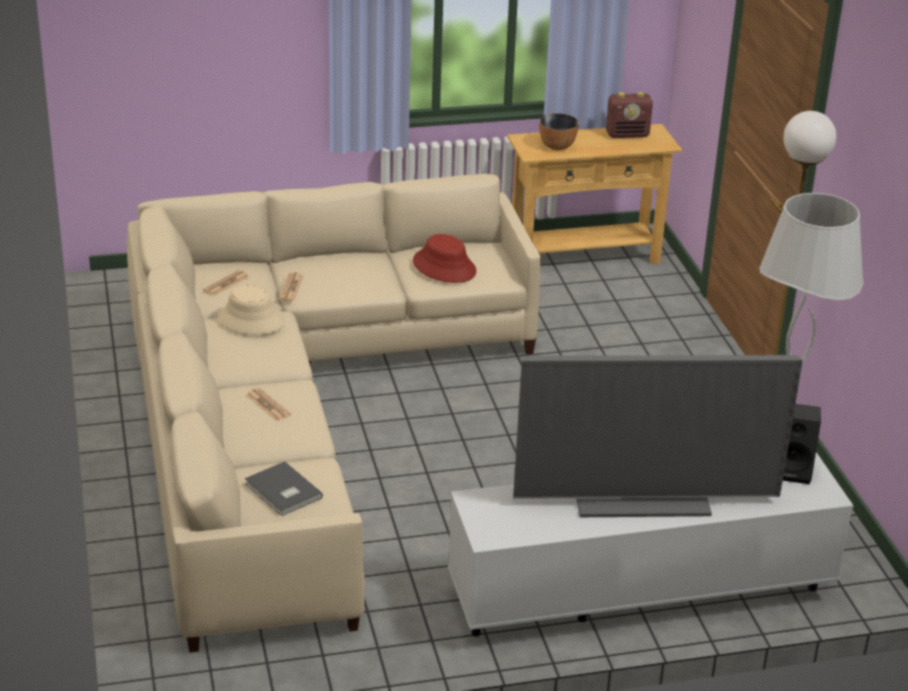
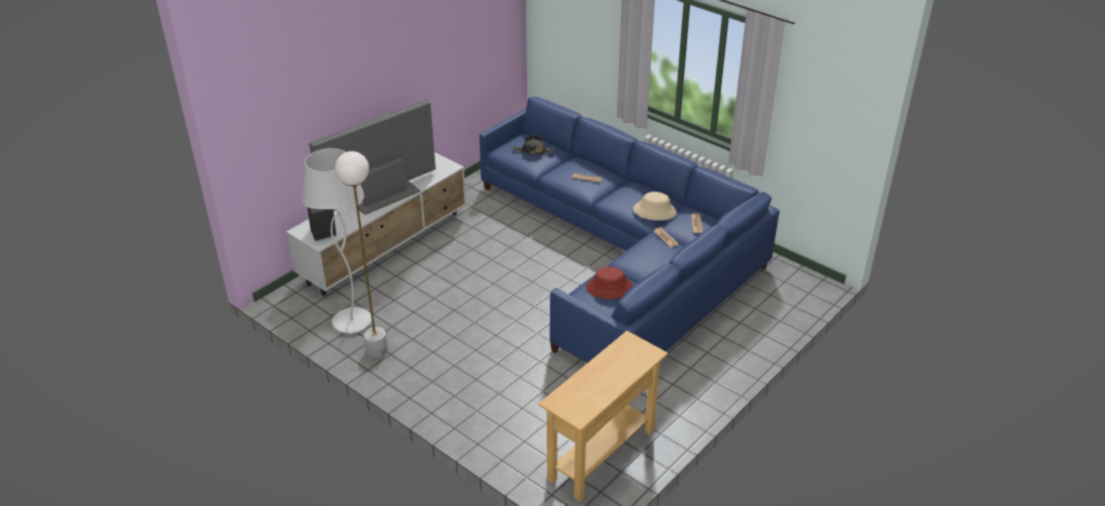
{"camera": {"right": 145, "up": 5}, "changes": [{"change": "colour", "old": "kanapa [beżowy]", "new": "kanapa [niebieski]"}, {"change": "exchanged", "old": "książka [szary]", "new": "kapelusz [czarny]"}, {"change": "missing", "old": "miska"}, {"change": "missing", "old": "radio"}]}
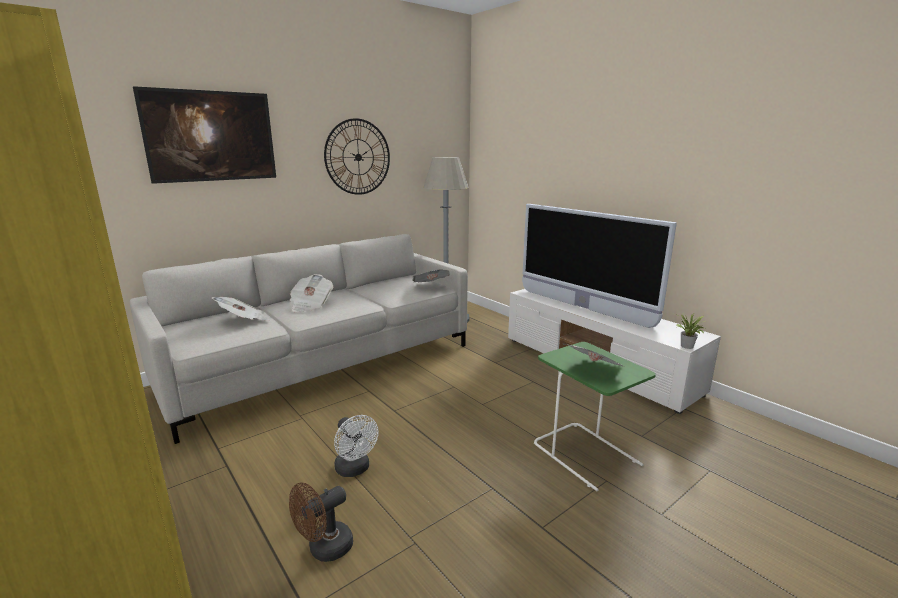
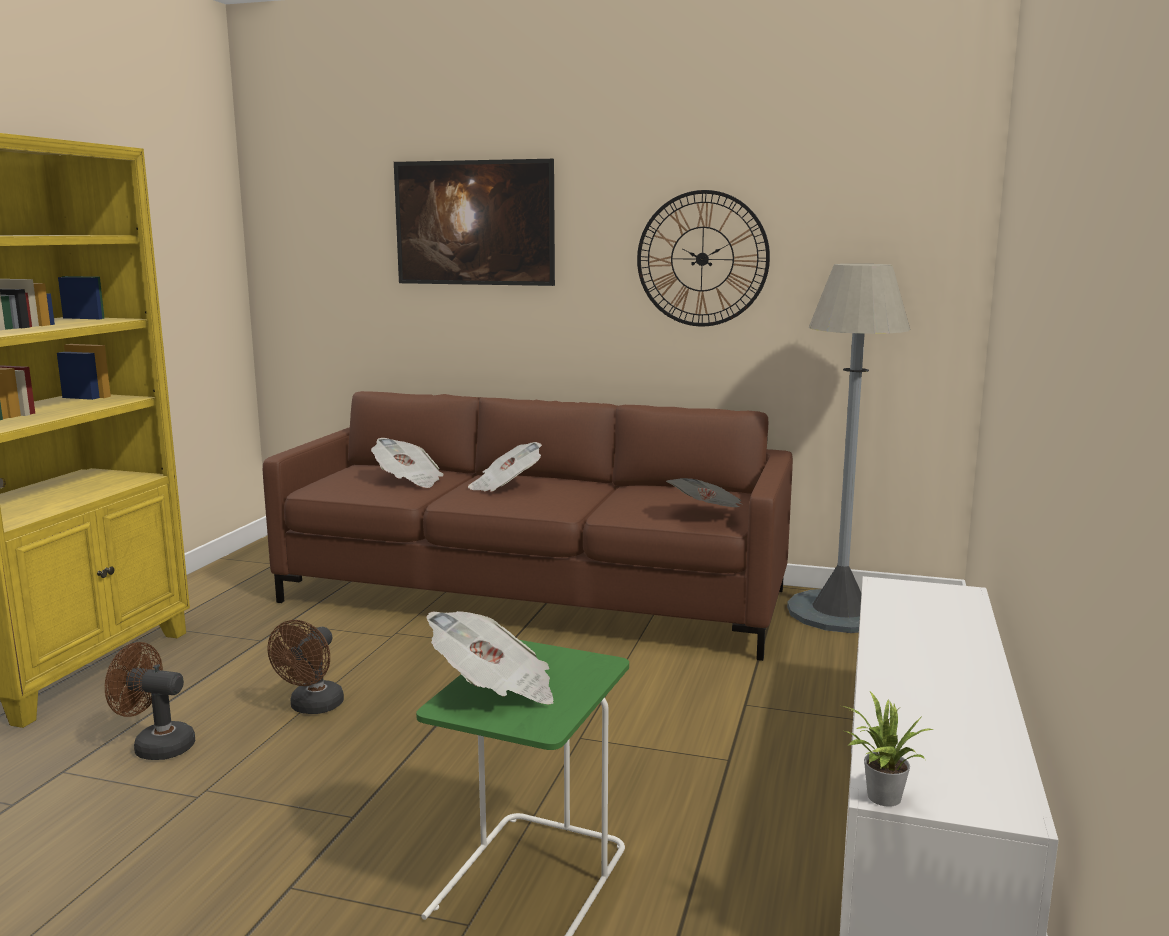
{"camera": {"right": 55, "up": -5}, "changes": [{"change": "colour", "old": "kanapa [szary]", "new": "kanapa [brązowy]"}, {"change": "colour", "old": "wentylator [biały]", "new": "wentylator [brązowy] (no. 2 from left)"}, {"change": "missing", "old": "telewizor"}]}
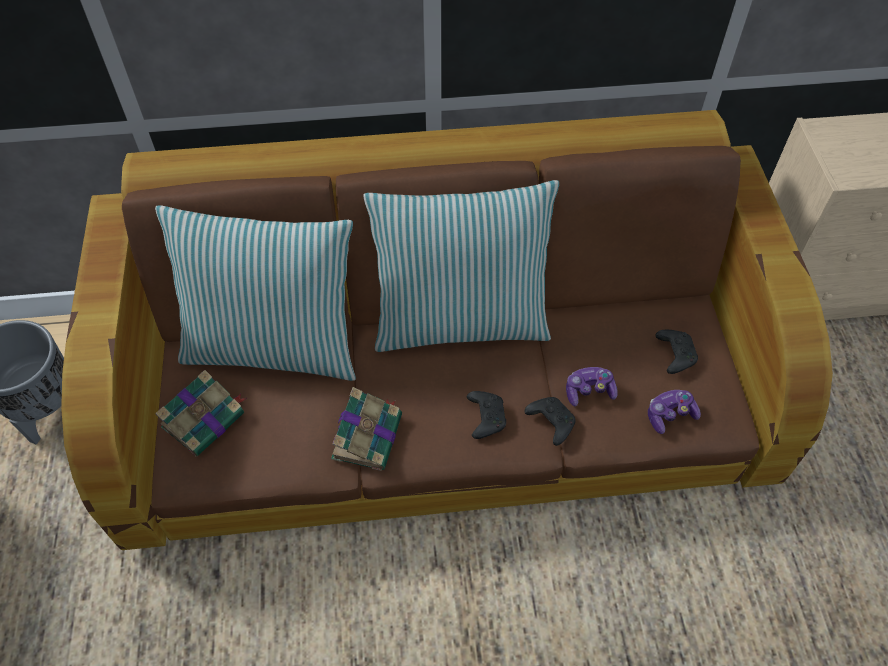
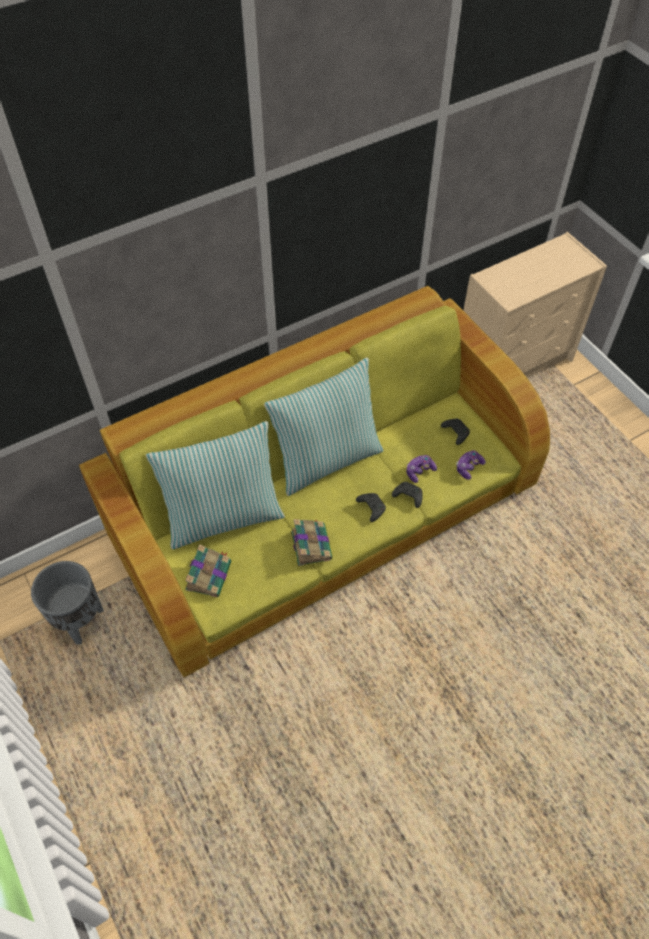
{"camera": {"right": -25, "up": 0}, "changes": [{"change": "colour", "old": "kanapa [brązowy]", "new": "kanapa [zielony]"}]}
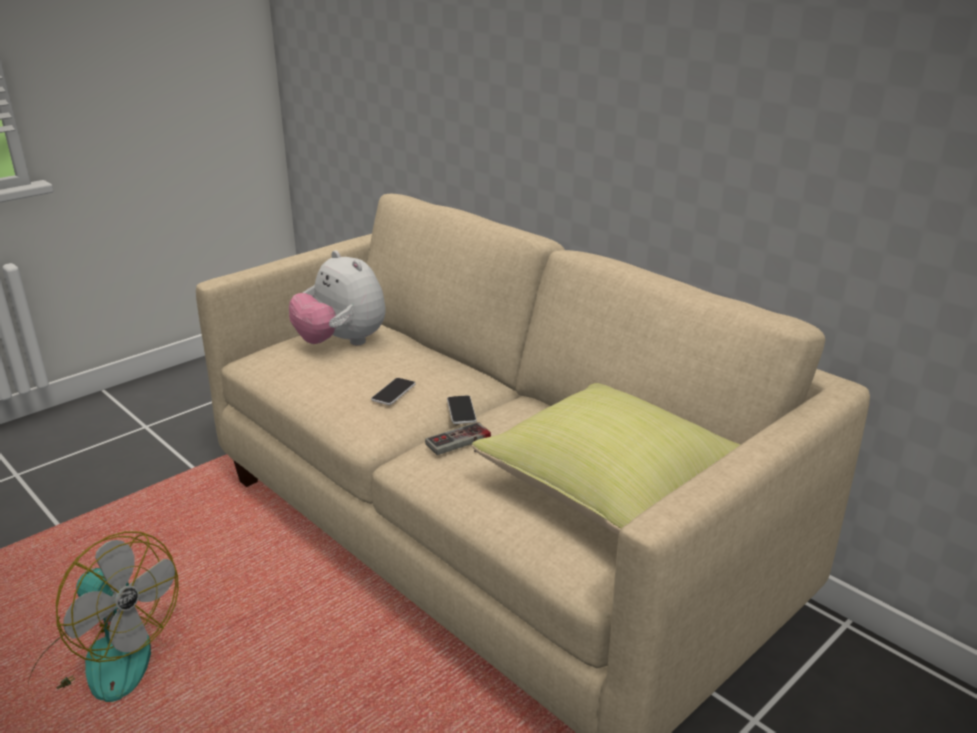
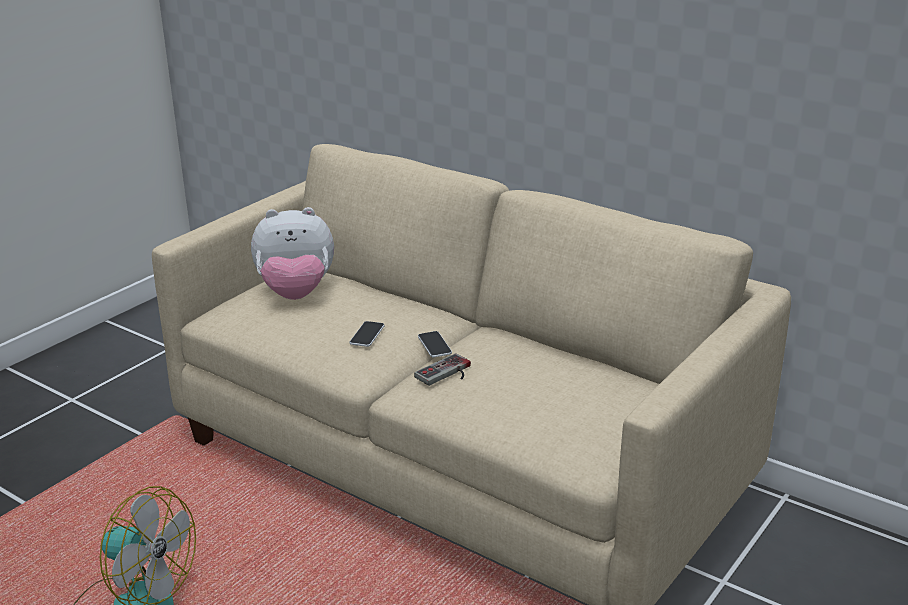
{"camera": {"right": -10, "up": 0}, "changes": [{"change": "spun", "old": "pluszak", "degrees": -45}, {"change": "missing", "old": "poduszka [żółty]"}]}
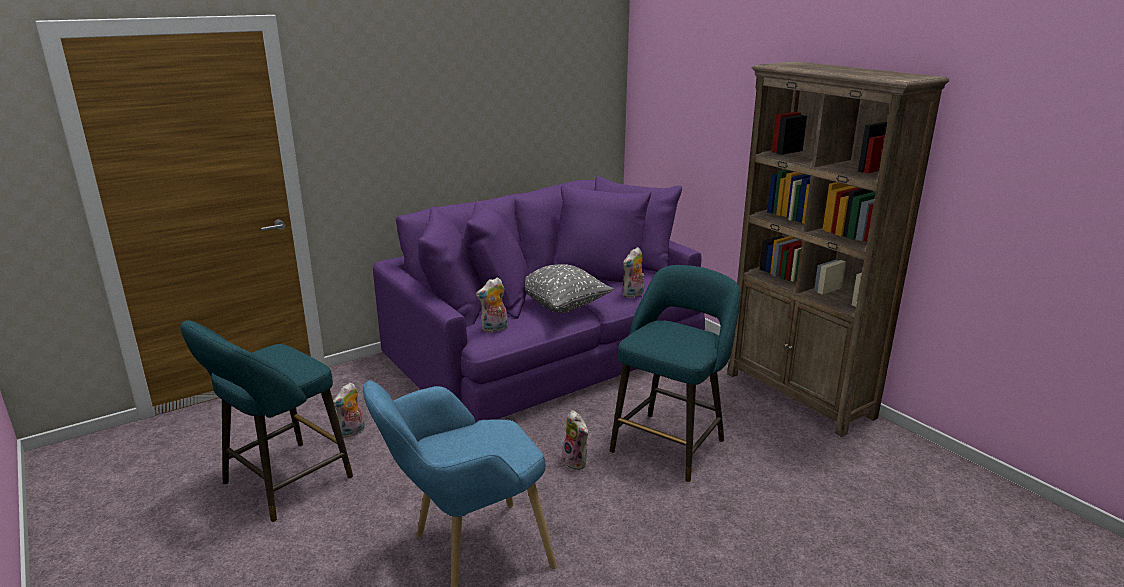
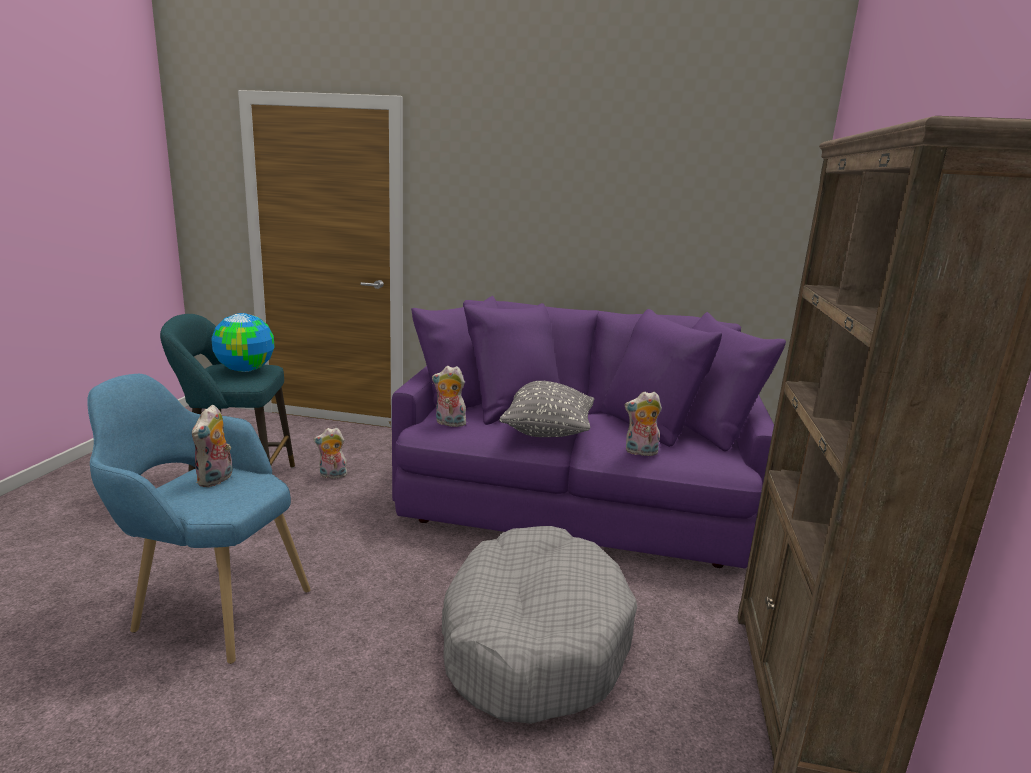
{"camera": {"right": 45, "up": -5}, "changes": [{"change": "relocated", "old": "pluszak (no. 3 from left in the first image)", "new": "pluszak (no. 1 from left)"}, {"change": "exchanged", "old": "stołek [turkusowy] (no. 2 from left)", "new": "legowisko [szary]"}, {"change": "appeared", "new": "globus"}]}
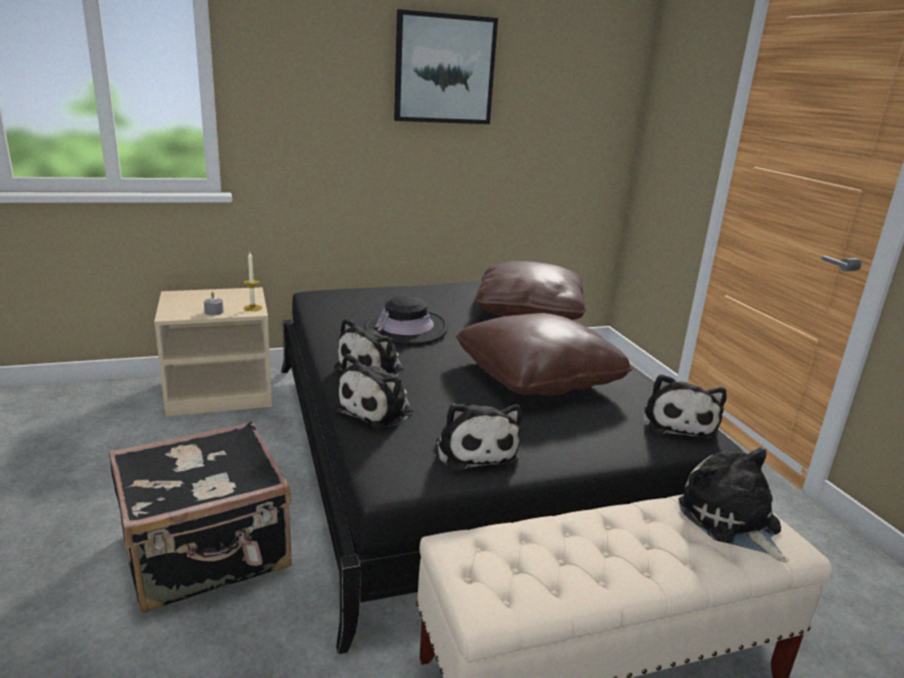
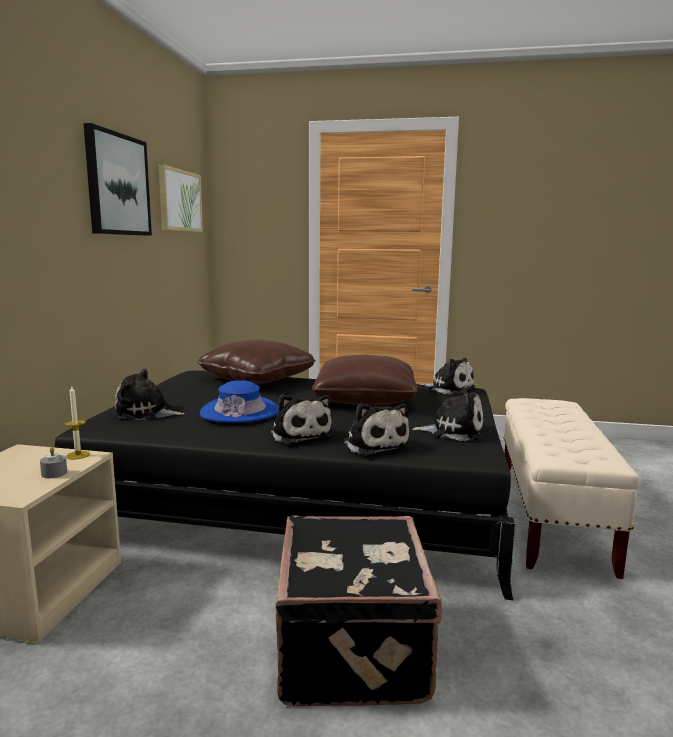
{"camera": {"right": -60, "up": -10}, "changes": [{"change": "colour", "old": "kapelusz [czarny]", "new": "kapelusz [niebieski]"}, {"change": "relocated", "old": "pluszak (no. 5 from left in the first image)", "new": "pluszak (no. 1 from left)"}, {"change": "appeared", "new": "obraz (no. 2 from left)"}]}
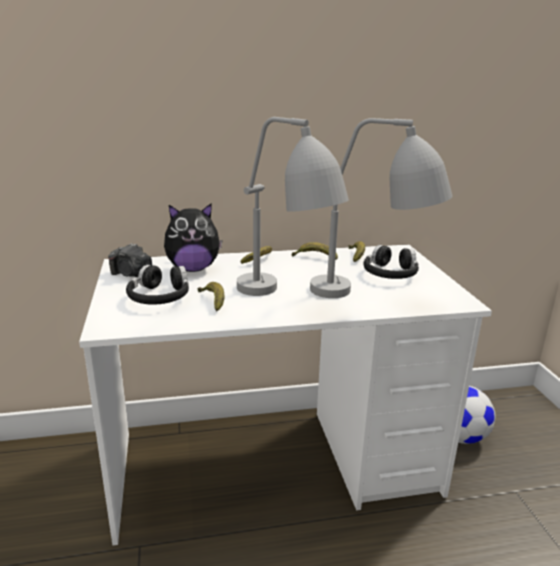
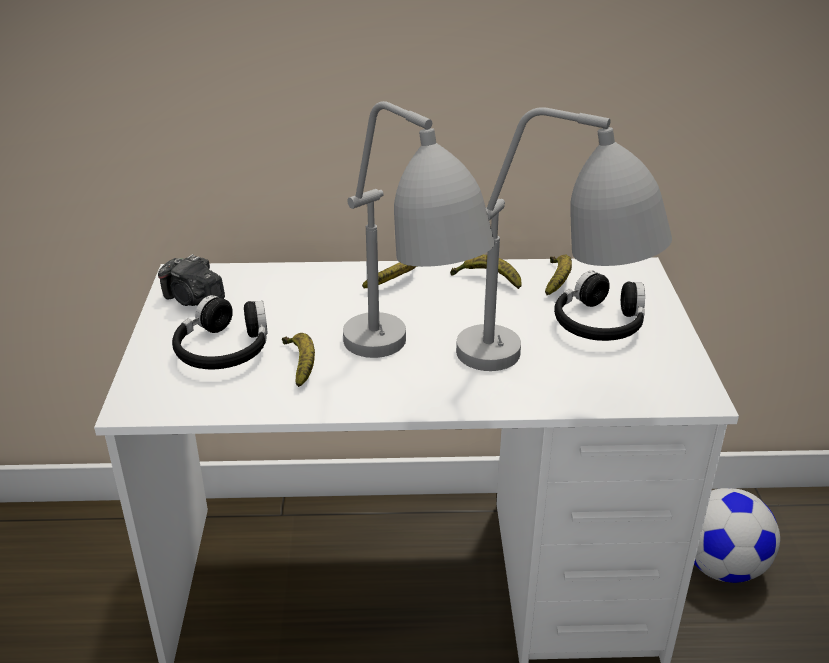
{"camera": {"right": 10, "up": 10}, "changes": [{"change": "missing", "old": "pluszak"}]}
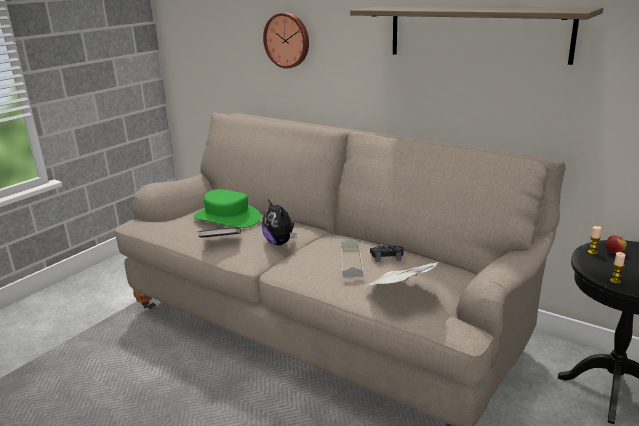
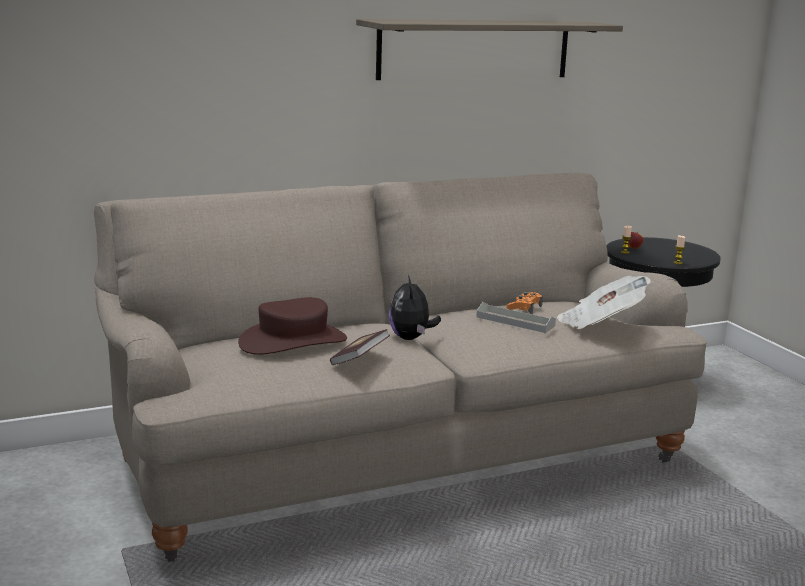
{"camera": {"right": -60, "up": -5}, "changes": [{"change": "colour", "old": "kapelusz [zielony]", "new": "kapelusz [brązowy]"}, {"change": "spun", "old": "pluszak", "degrees": 90}, {"change": "missing", "old": "zegar ścienny"}, {"change": "colour", "old": "pad do gier [czarny]", "new": "pad do gier [pomarańczowy]"}]}
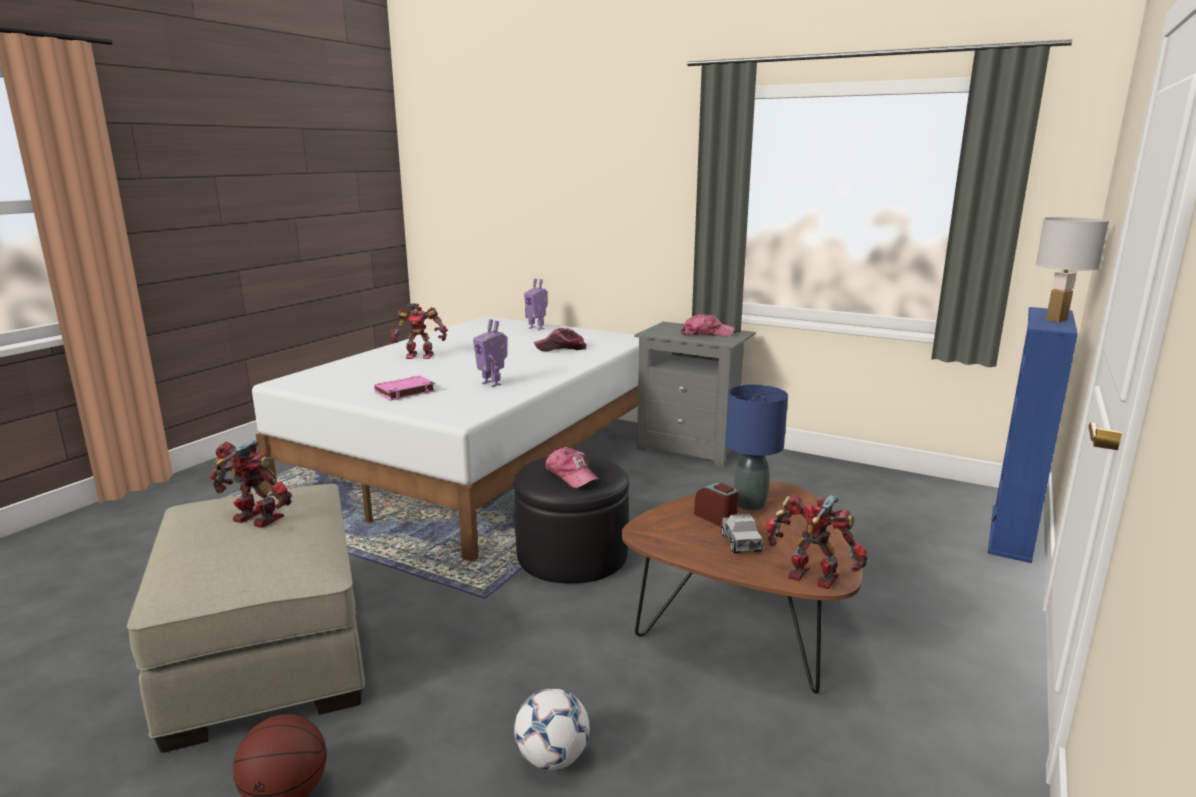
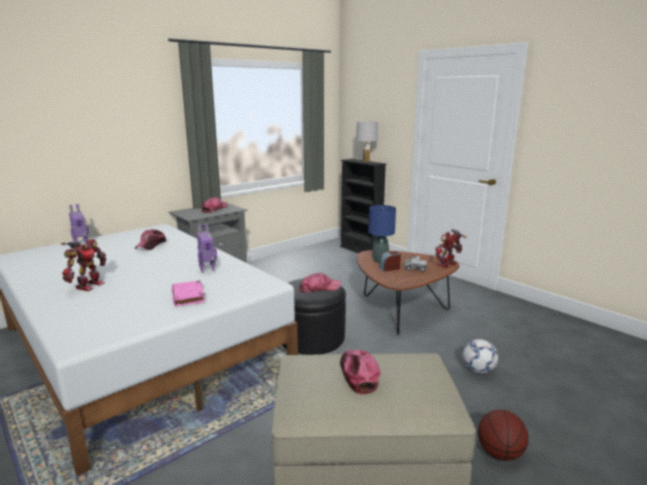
{"camera": {"right": -70, "up": 0}, "changes": [{"change": "exchanged", "old": "robot zabawkowy (no. 1 from left)", "new": "czapka z daszkiem (no. 4 from left)"}, {"change": "colour", "old": "regał [niebieski]", "new": "regał [czarny]"}]}
